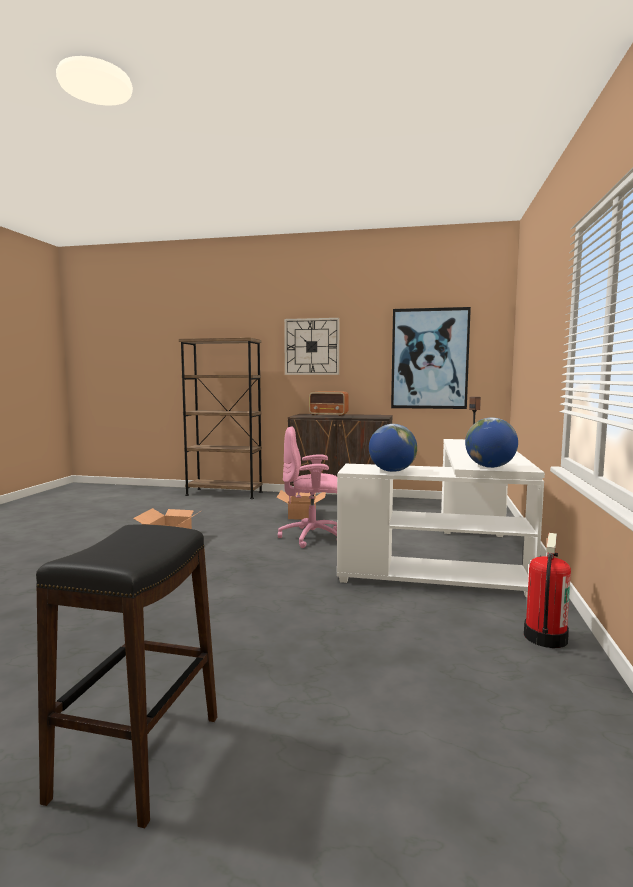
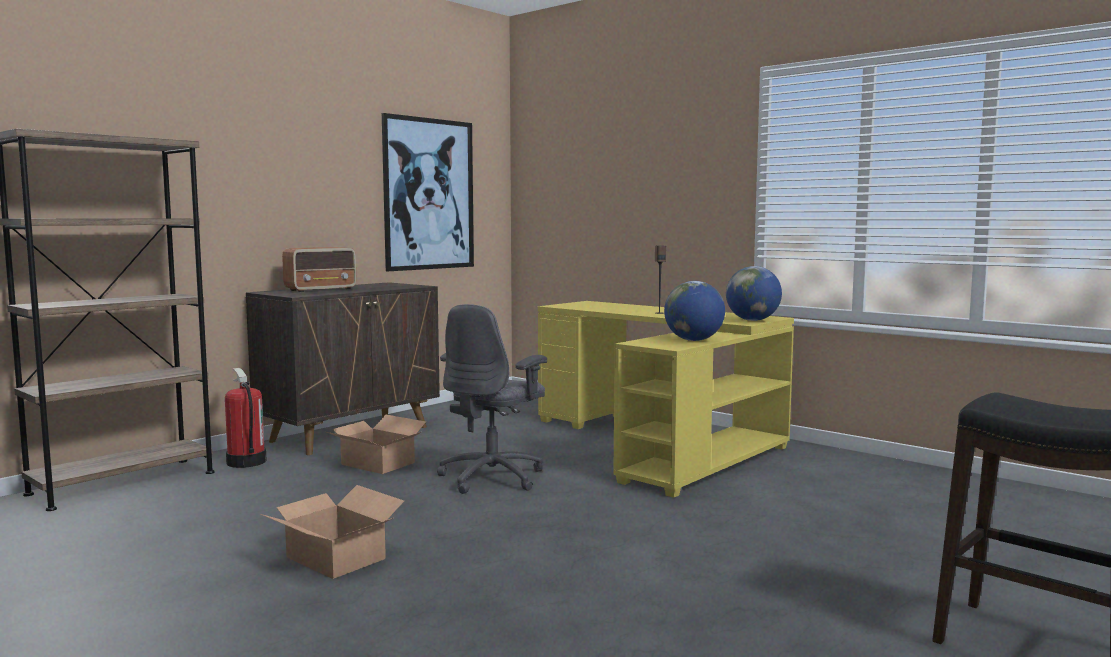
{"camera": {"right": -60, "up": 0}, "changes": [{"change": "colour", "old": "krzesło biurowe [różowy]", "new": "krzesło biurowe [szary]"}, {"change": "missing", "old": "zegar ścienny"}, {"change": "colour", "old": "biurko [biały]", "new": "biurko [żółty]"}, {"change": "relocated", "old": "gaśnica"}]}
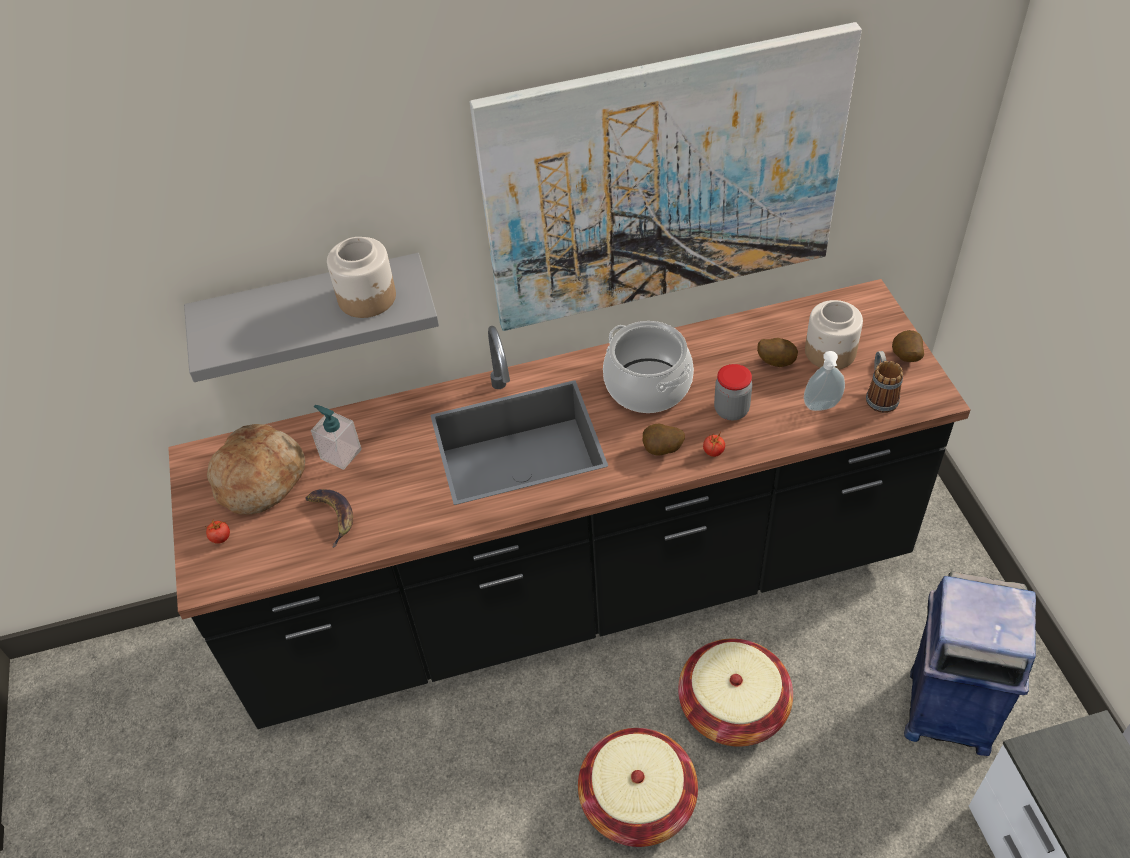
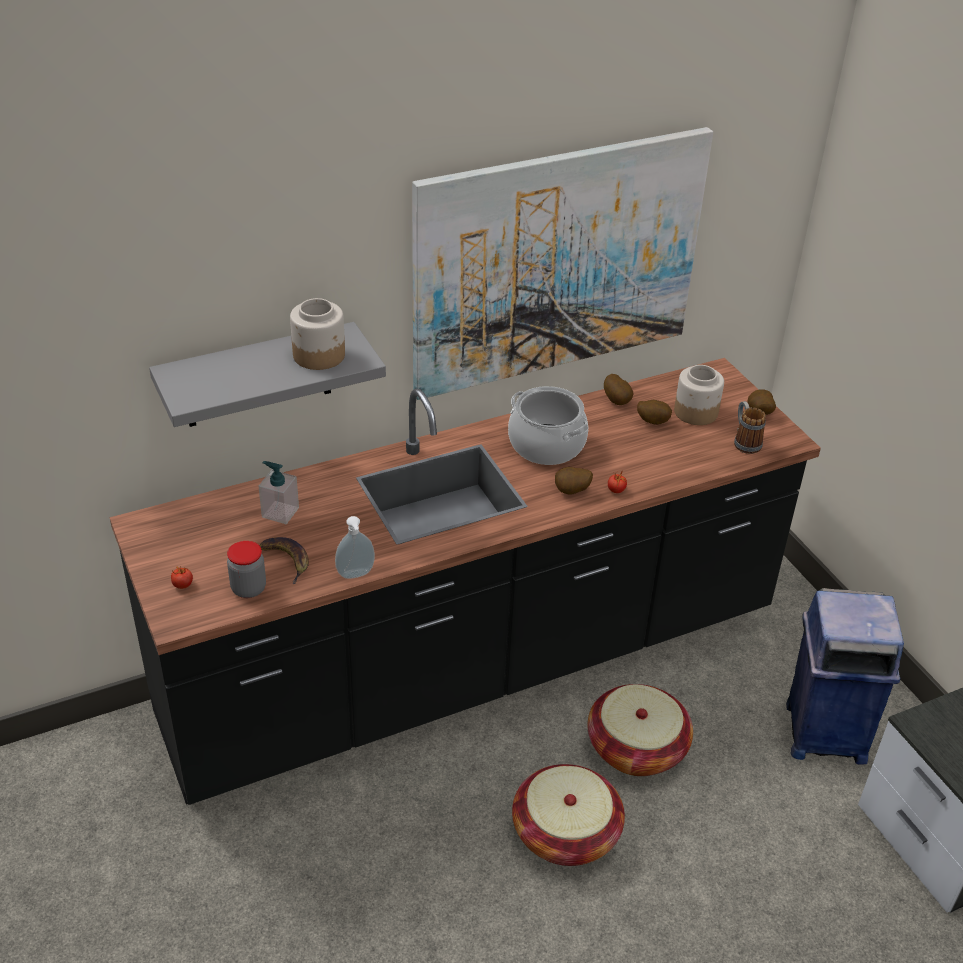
{"camera": {"right": -15, "up": -10}, "changes": [{"change": "missing", "old": "chleb"}, {"change": "relocated", "old": "słoik (no. 2 from left in the first image)", "new": "słoik (no. 1 from left)"}, {"change": "relocated", "old": "dozownik mydła (no. 2 from left)"}, {"change": "appeared", "new": "ziemniak (no. 2 from left)"}]}
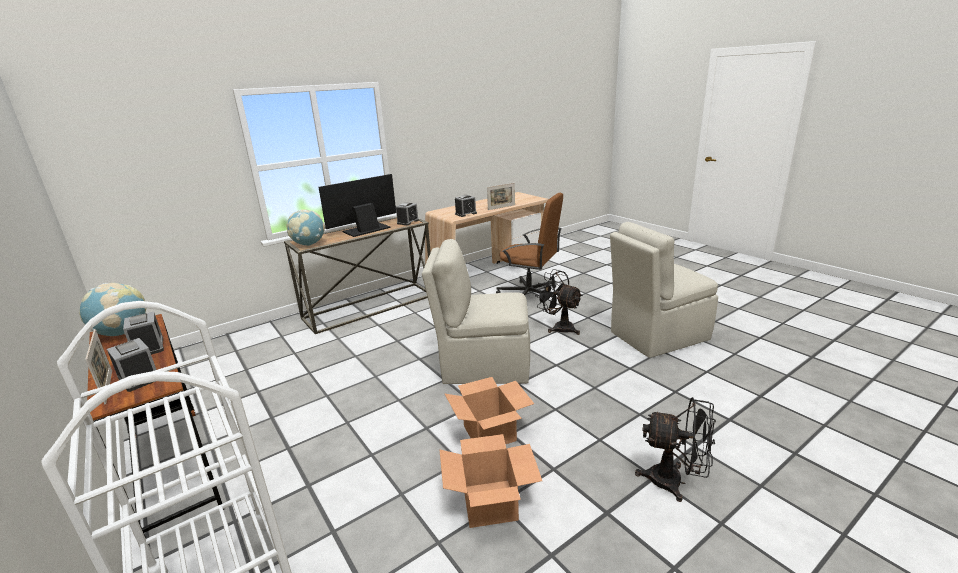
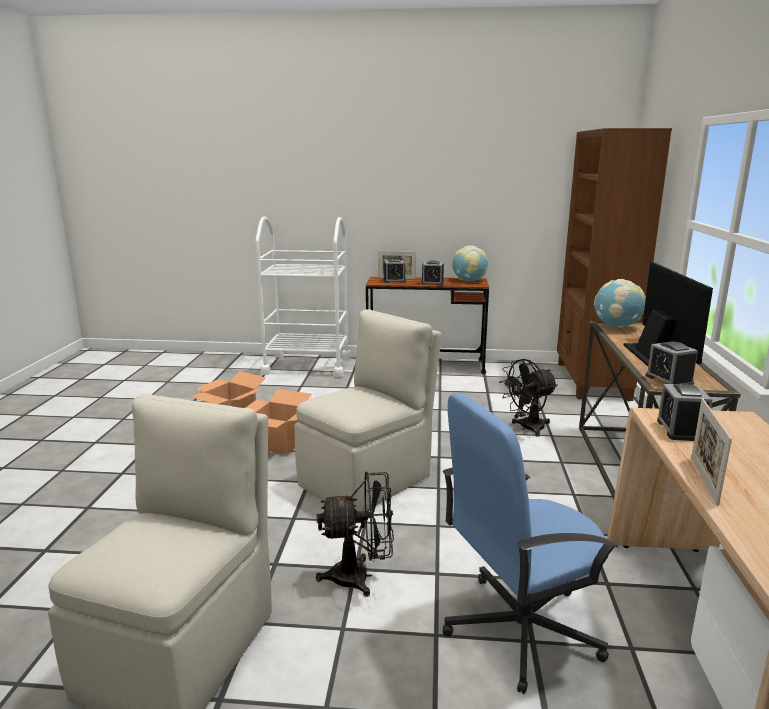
{"camera": {"right": 130, "up": -5}, "changes": [{"change": "colour", "old": "krzesło biurowe [brązowy]", "new": "krzesło biurowe [niebieski]"}, {"change": "relocated", "old": "wentylator [czarny] (no. 2 from left)"}, {"change": "appeared", "new": "regał [brązowy]"}]}
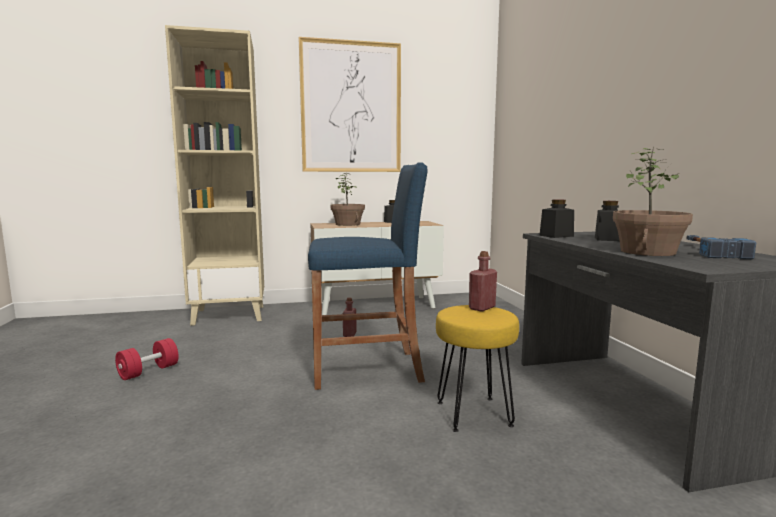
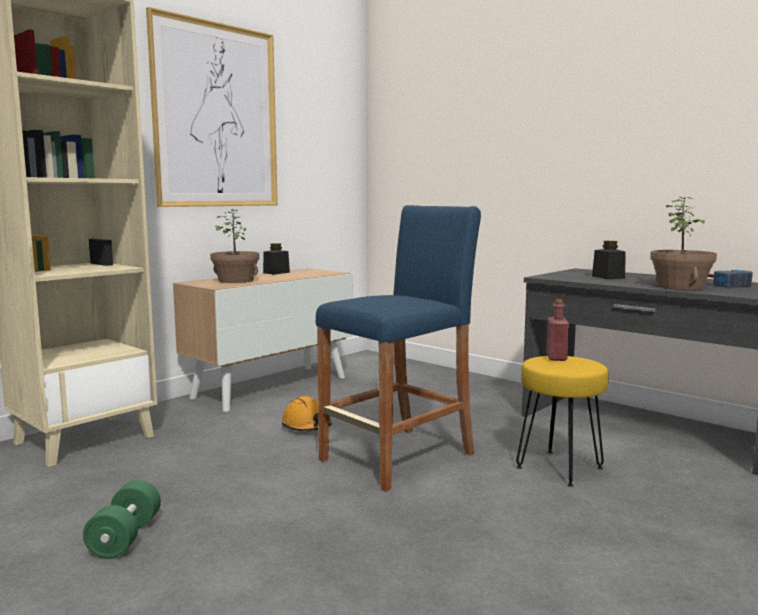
{"camera": {"right": -35, "up": 0}, "changes": [{"change": "colour", "old": "hantel [czerwony]", "new": "hantel [zielony]"}, {"change": "exchanged", "old": "butelka [czerwony] (no. 1 from left)", "new": "kask [pomarańczowy]"}, {"change": "missing", "old": "słoik [czarny] (no. 2 from left)"}]}
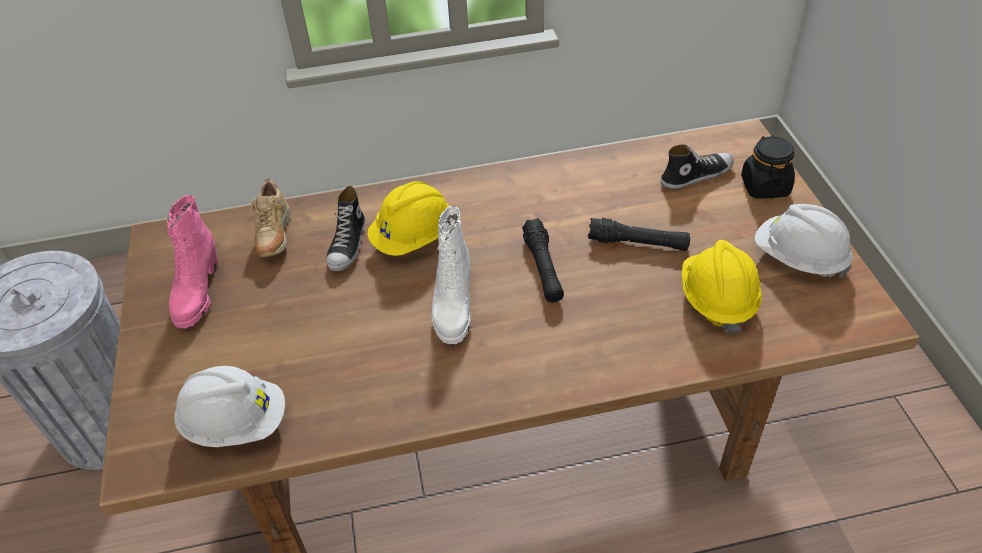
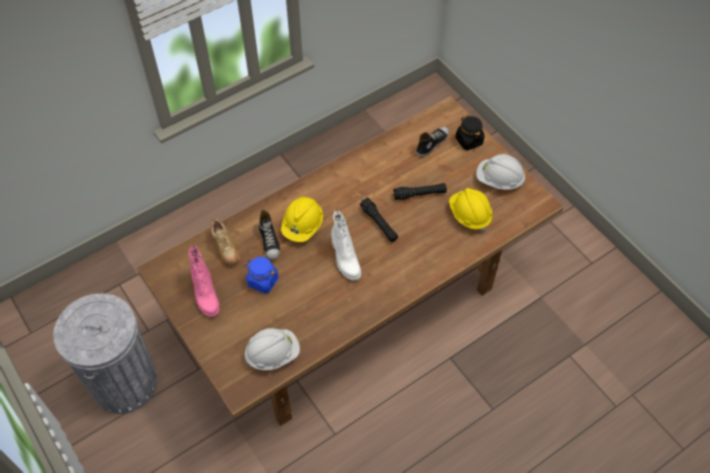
{"camera": {"right": -25, "up": 10}, "changes": [{"change": "appeared", "new": "słoik [niebieski]"}]}
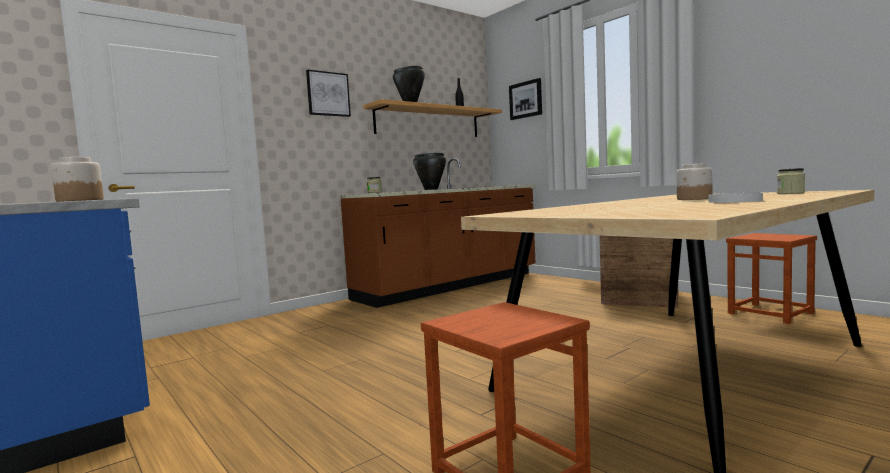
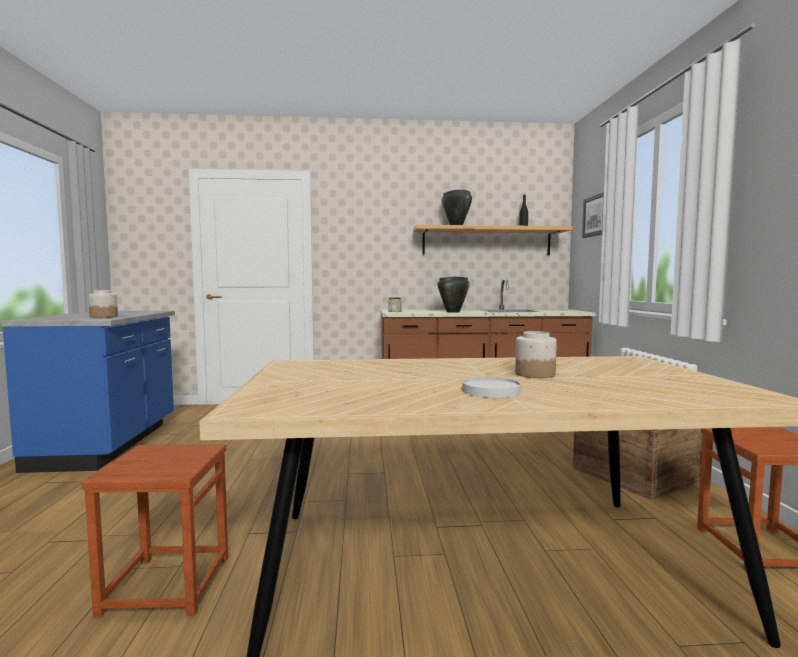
{"camera": {"right": 35, "up": 0}, "changes": [{"change": "missing", "old": "obraz (no. 1 from left)"}, {"change": "missing", "old": "słoik (no. 4 from left)"}]}
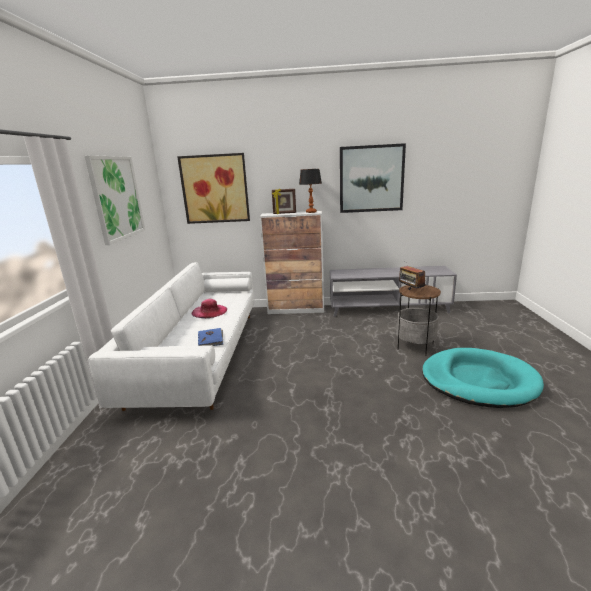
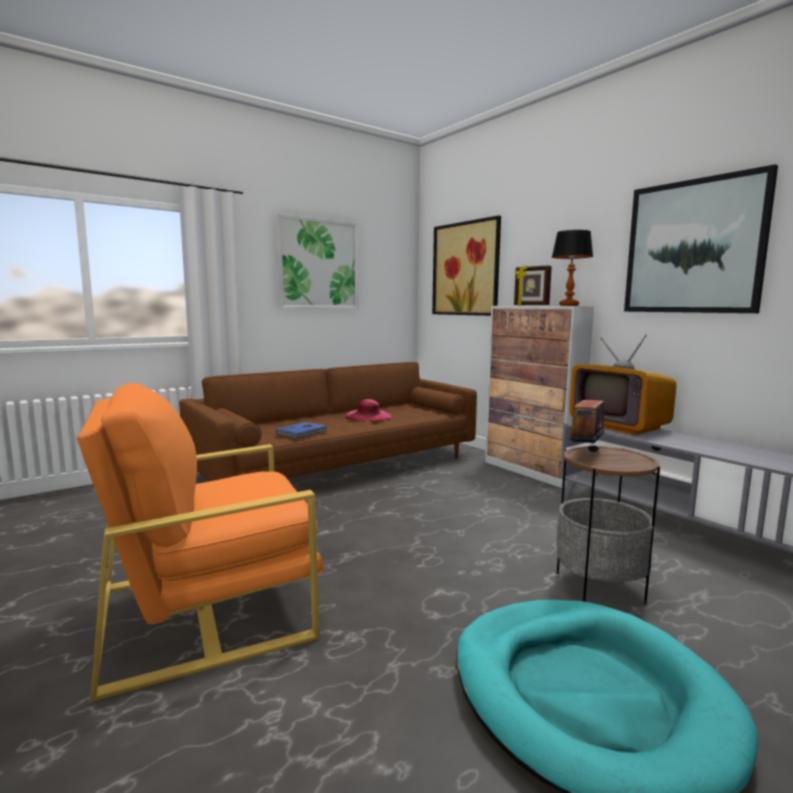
{"camera": {"right": 50, "up": -10}, "changes": [{"change": "colour", "old": "kanapa [biały]", "new": "kanapa [brązowy]"}, {"change": "appeared", "new": "fotel [pomarańczowy]"}, {"change": "appeared", "new": "telewizor"}]}
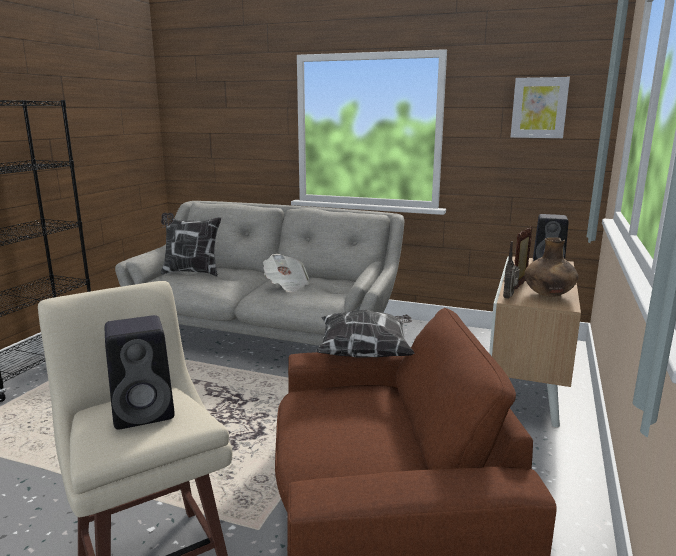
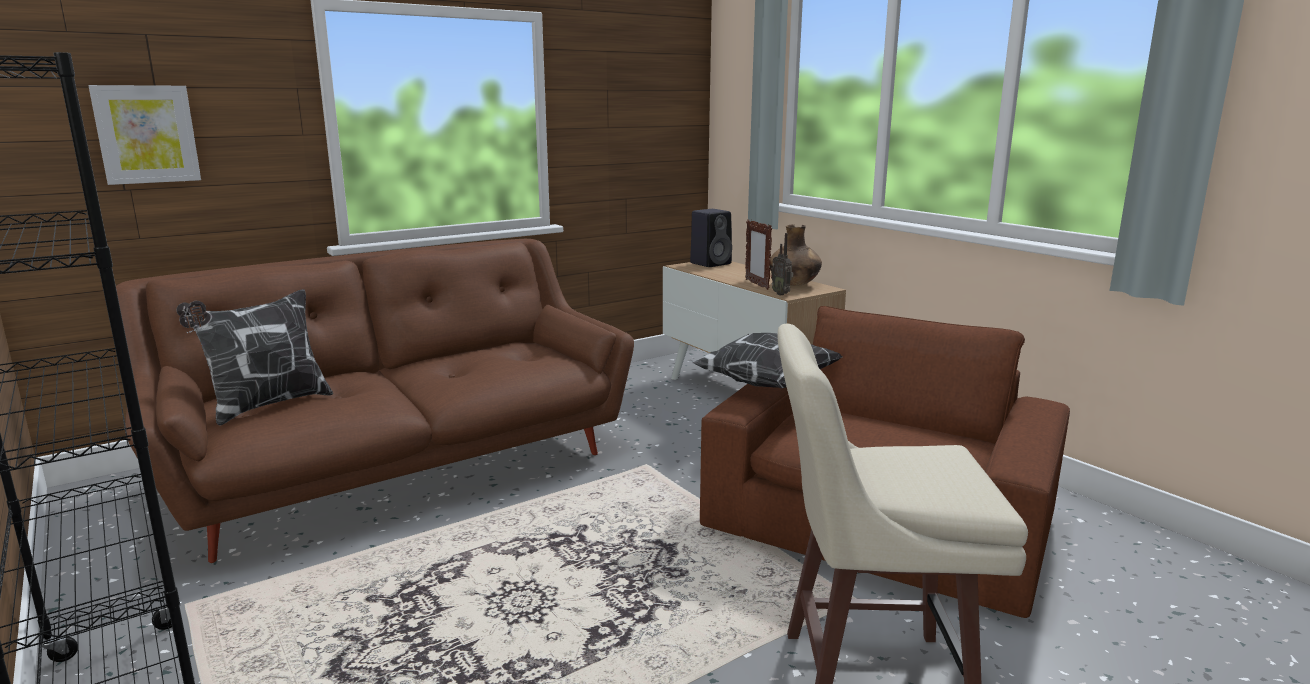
{"camera": {"right": -55, "up": 0}, "changes": [{"change": "missing", "old": "głośnik [czarny] (no. 1 from left)"}, {"change": "colour", "old": "kanapa [szary]", "new": "kanapa [brązowy]"}, {"change": "missing", "old": "gazeta"}, {"change": "relocated", "old": "obraz"}]}
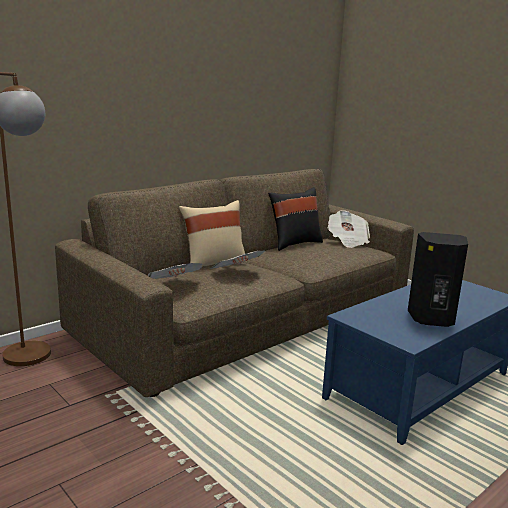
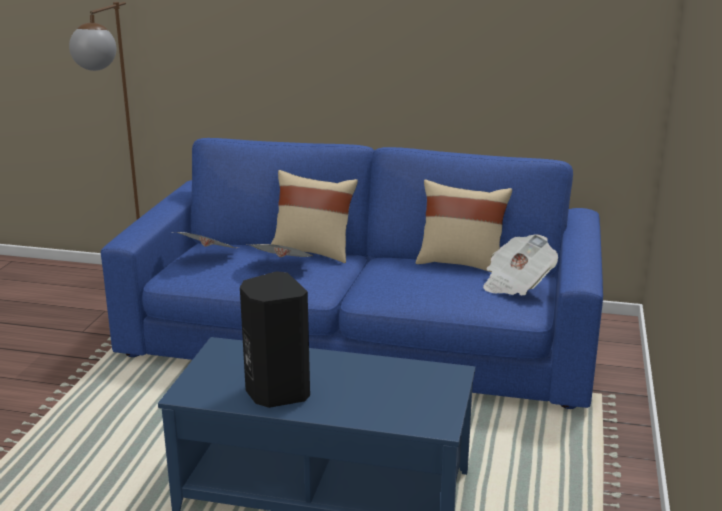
{"camera": {"right": 55, "up": 5}, "changes": [{"change": "colour", "old": "kanapa [brązowy]", "new": "kanapa [niebieski]"}, {"change": "colour", "old": "poduszka [czarny]", "new": "poduszka [beżowy] (no. 2 from left)"}]}
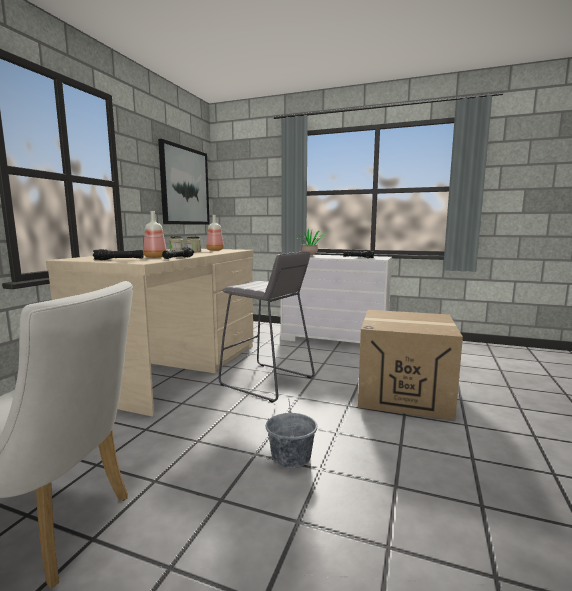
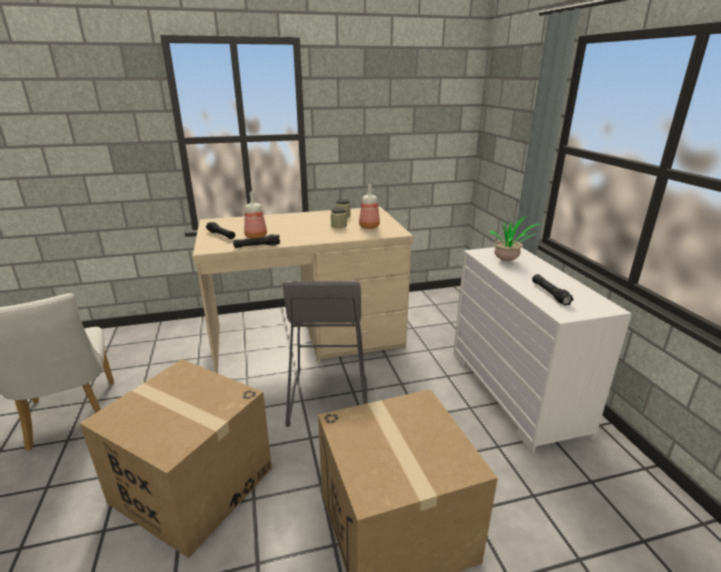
{"camera": {"right": 55, "up": 15}, "changes": [{"change": "missing", "old": "obraz"}, {"change": "exchanged", "old": "wiadro [szary]", "new": "karton (no. 1 from left)"}]}
